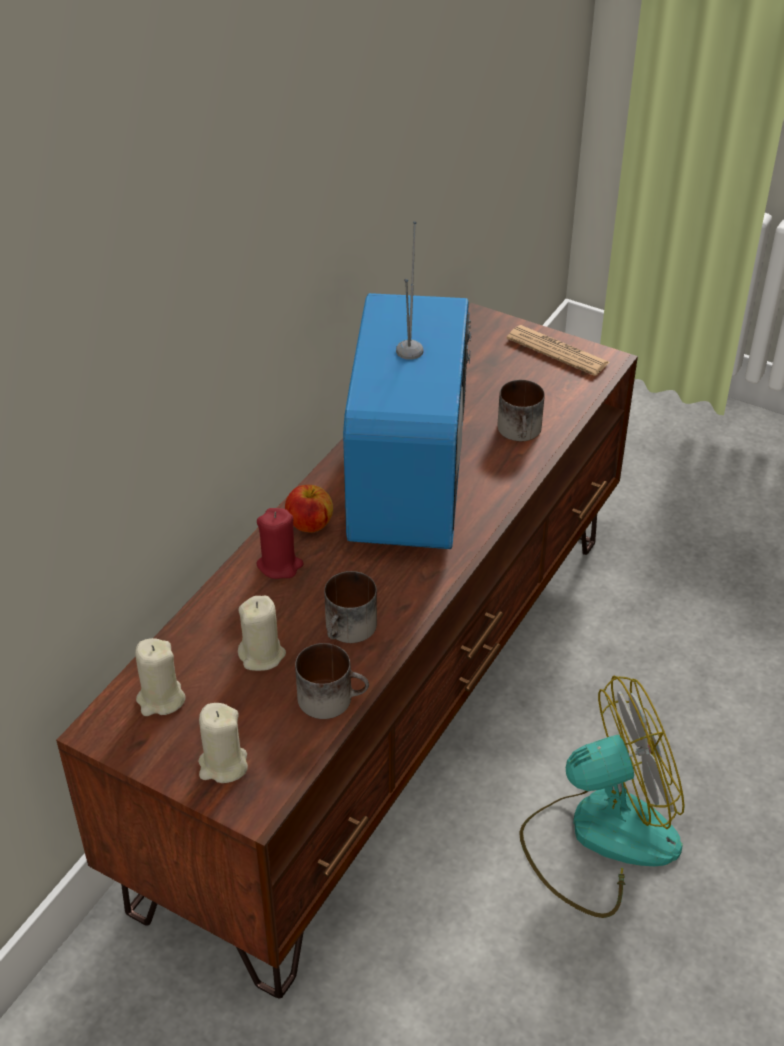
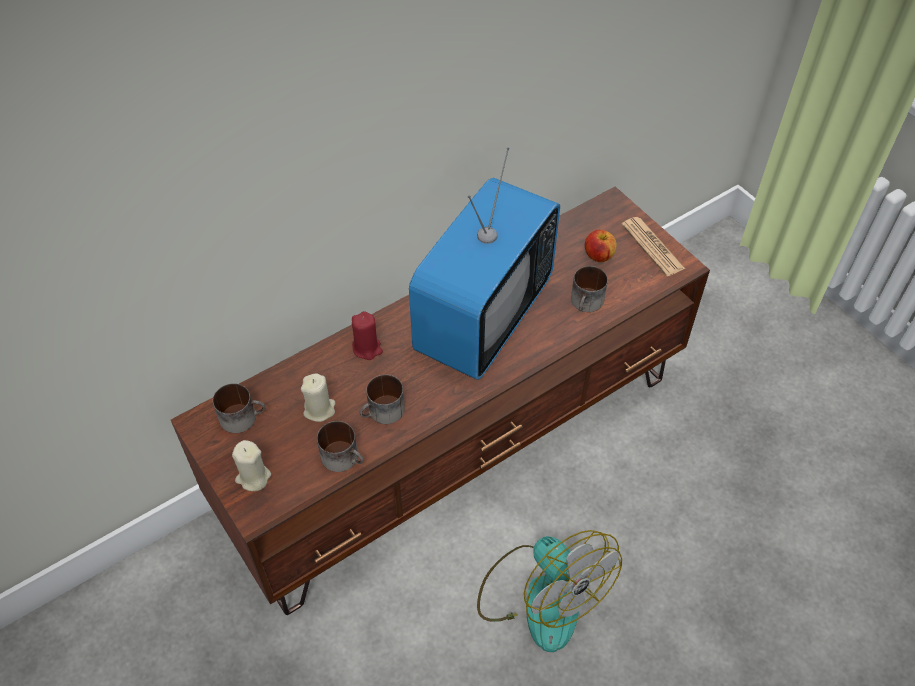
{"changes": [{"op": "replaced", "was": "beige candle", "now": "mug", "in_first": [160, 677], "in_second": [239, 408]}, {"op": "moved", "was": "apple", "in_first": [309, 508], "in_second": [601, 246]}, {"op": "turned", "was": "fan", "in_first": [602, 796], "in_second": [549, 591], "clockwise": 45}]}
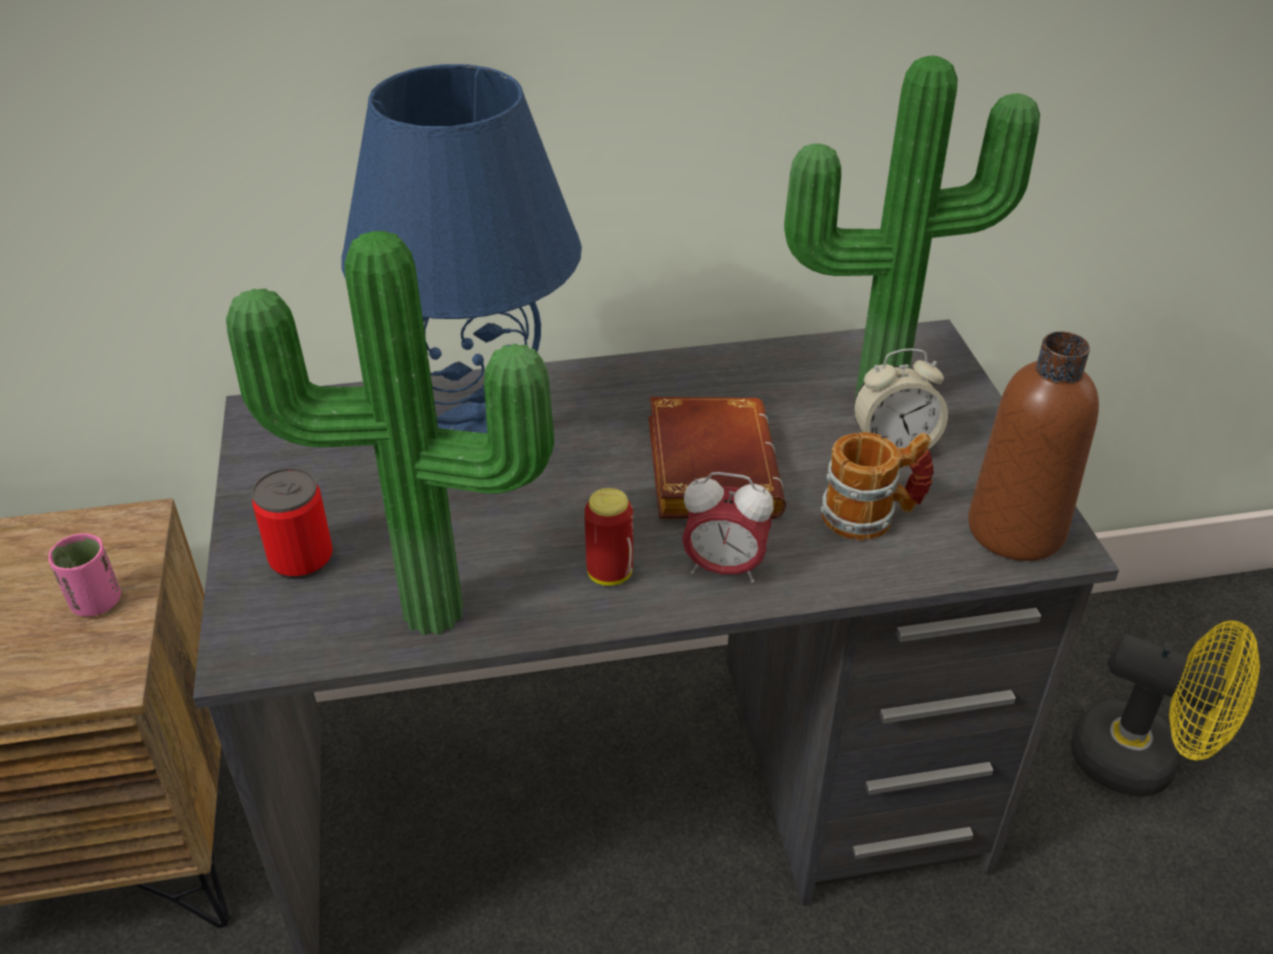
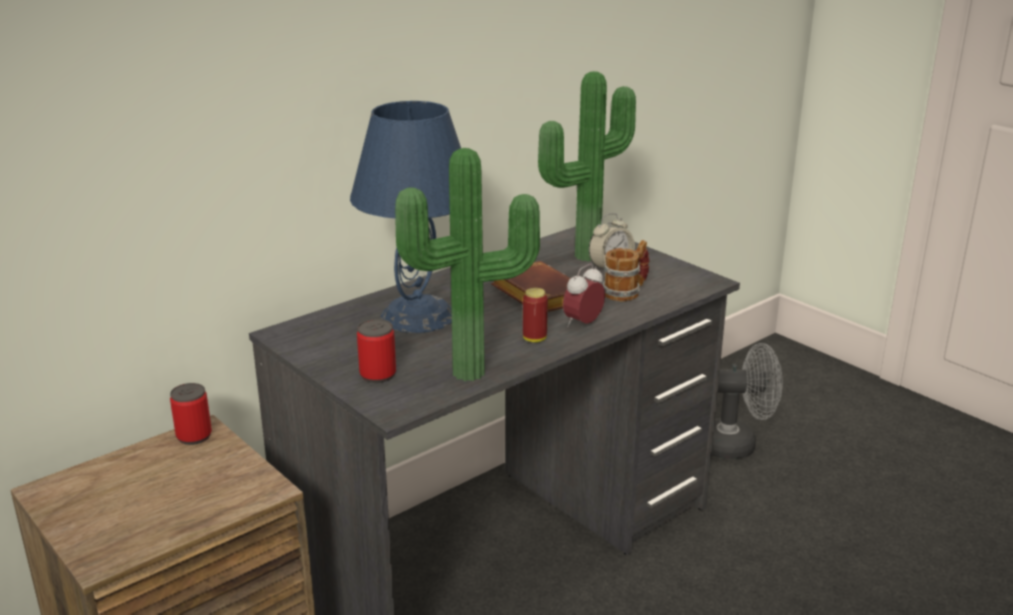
{"changes": [{"op": "removed", "was": "pink cup", "in_first": [84, 575]}, {"op": "turned", "was": "alarm clock", "in_first": [728, 527], "in_second": [584, 295], "clockwise": 150}, {"op": "removed", "was": "brown bottle", "in_first": [1033, 446]}, {"op": "recoloured", "was": "yellow fan", "now": "grey fan", "in_first": [1165, 708], "in_second": [746, 401]}, {"op": "added", "now": "can", "in_second": [191, 414]}]}
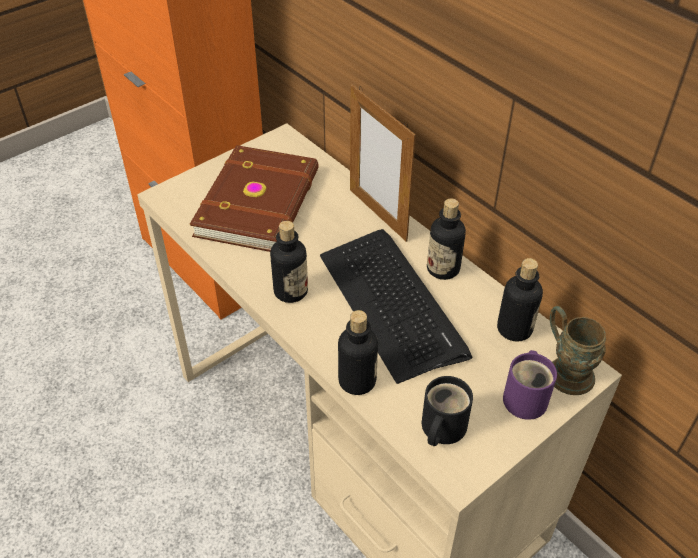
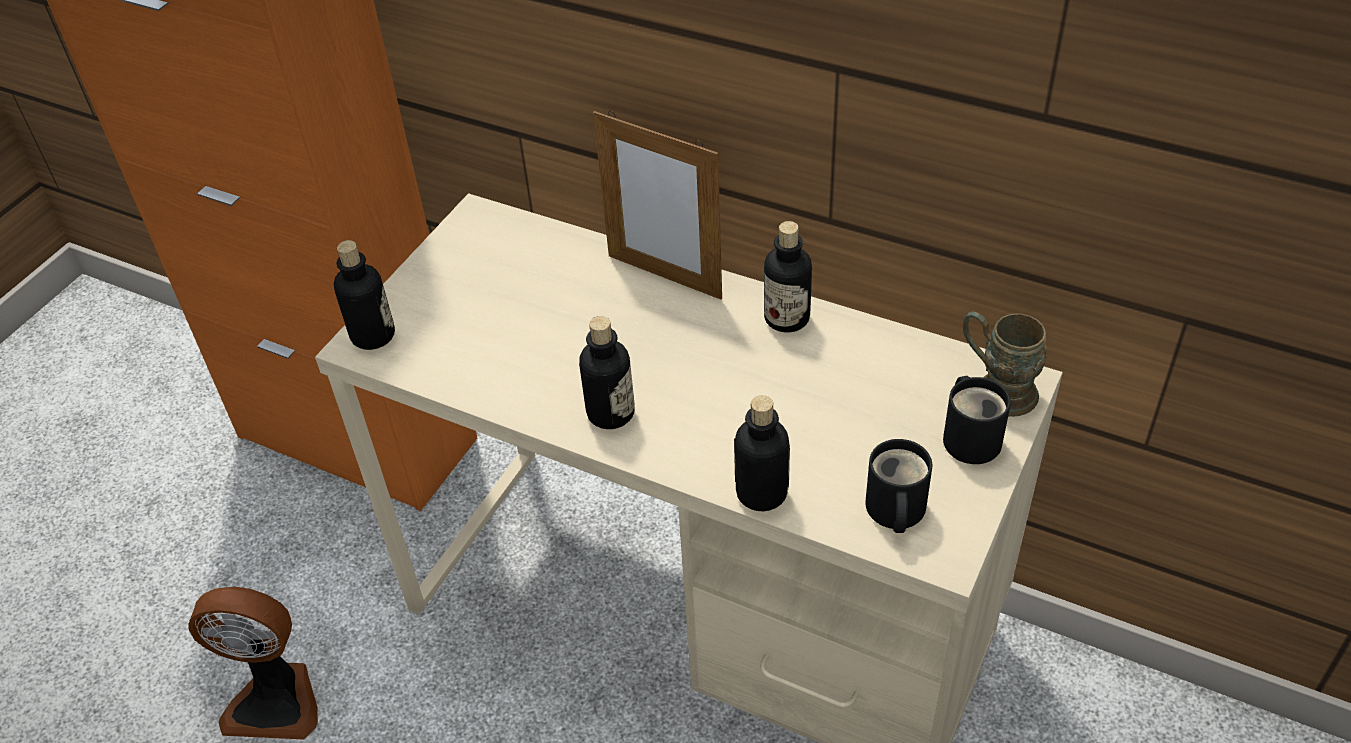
{"changes": [{"op": "removed", "was": "brown book", "in_first": [254, 198]}, {"op": "removed", "was": "keyboard", "in_first": [396, 306]}, {"op": "moved", "was": "bottle", "in_first": [520, 300], "in_second": [364, 295]}, {"op": "recoloured", "was": "purple mug", "now": "black mug", "in_first": [530, 385], "in_second": [977, 420]}, {"op": "added", "now": "fan", "in_second": [253, 663]}]}
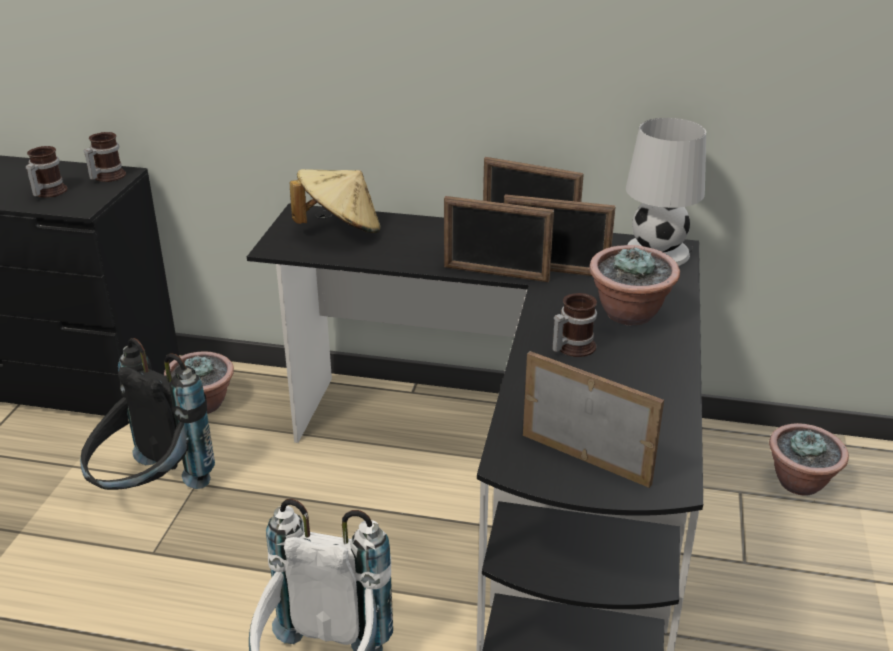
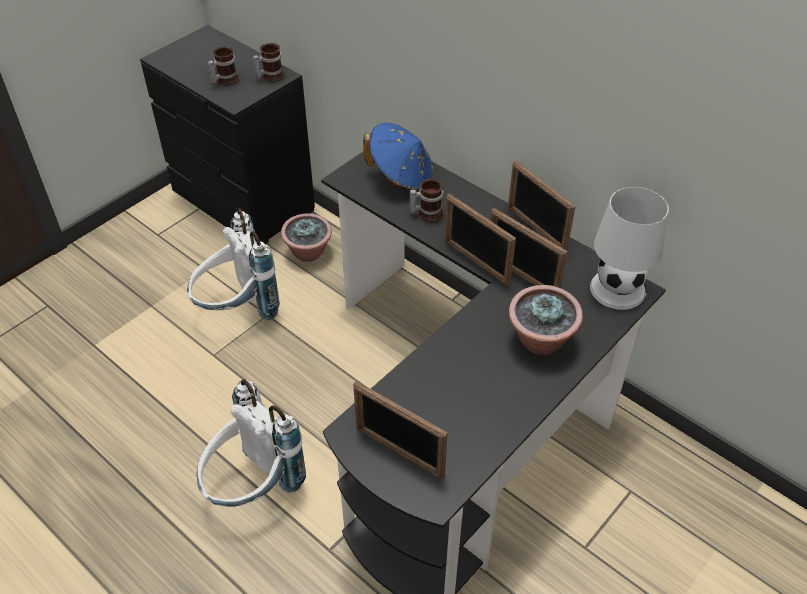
{"changes": [{"op": "recoloured", "was": "black backpack", "now": "white backpack", "in_first": [147, 414], "in_second": [233, 264]}, {"op": "recoloured", "was": "beige hat", "now": "blue hat", "in_first": [335, 201], "in_second": [398, 157]}, {"op": "turned", "was": "picture frame", "in_first": [593, 419], "in_second": [400, 430], "clockwise": 150}, {"op": "moved", "was": "mug", "in_first": [574, 325], "in_second": [427, 200]}, {"op": "removed", "was": "potted plant", "in_first": [809, 459]}]}
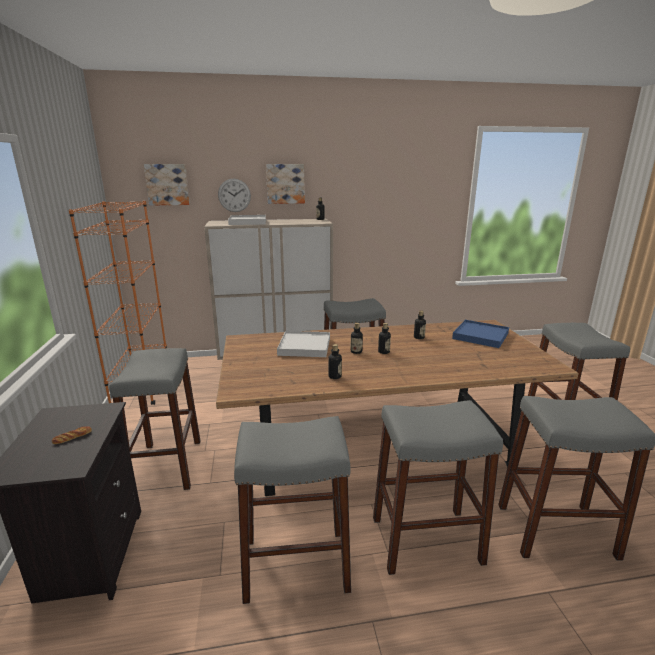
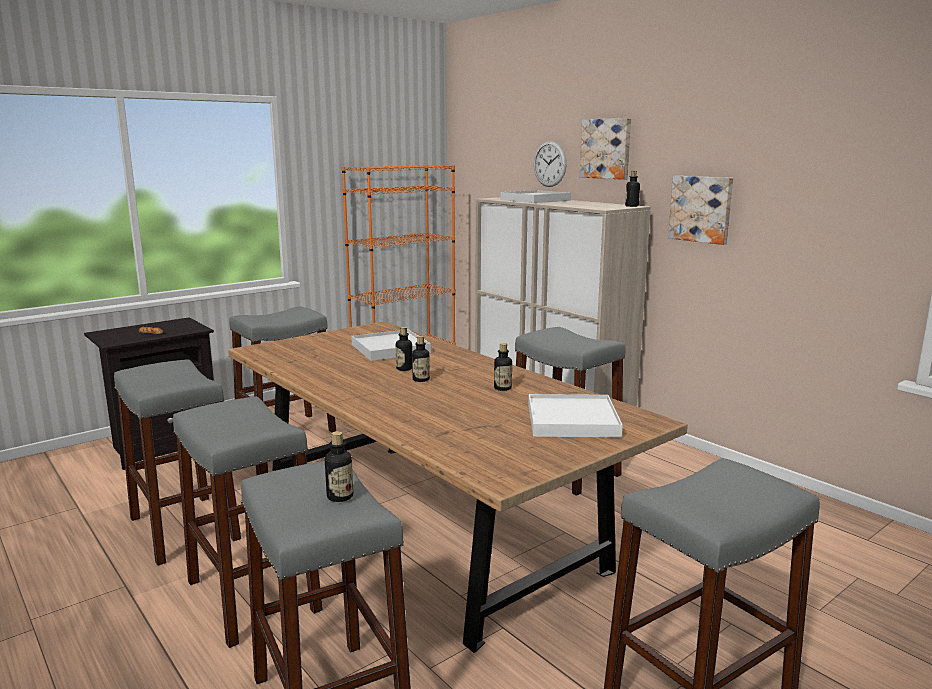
{"changes": [{"op": "moved", "was": "picture", "in_first": [166, 185], "in_second": [700, 210]}, {"op": "moved", "was": "bottle", "in_first": [335, 361], "in_second": [339, 466]}, {"op": "recoloured", "was": "blue tray", "now": "white tray", "in_first": [480, 334], "in_second": [575, 416]}]}
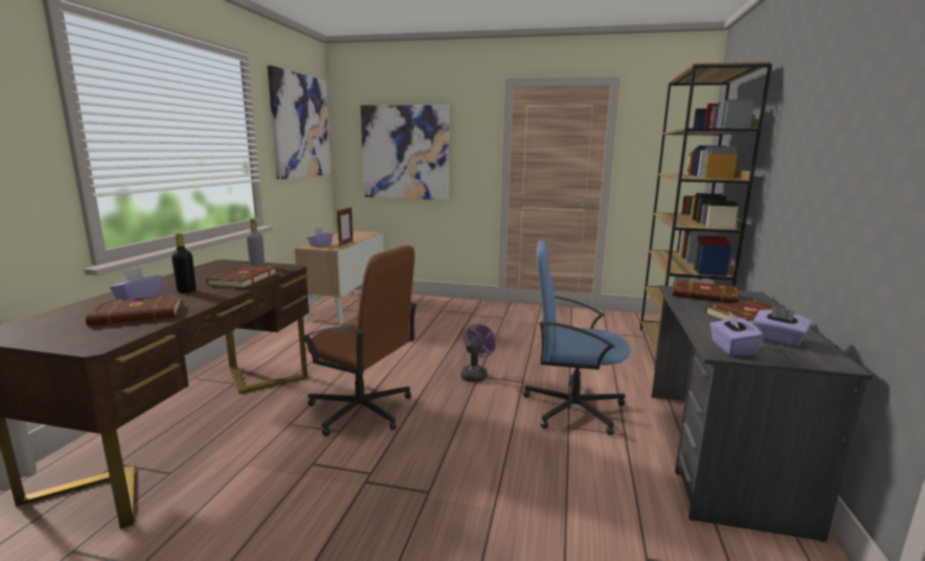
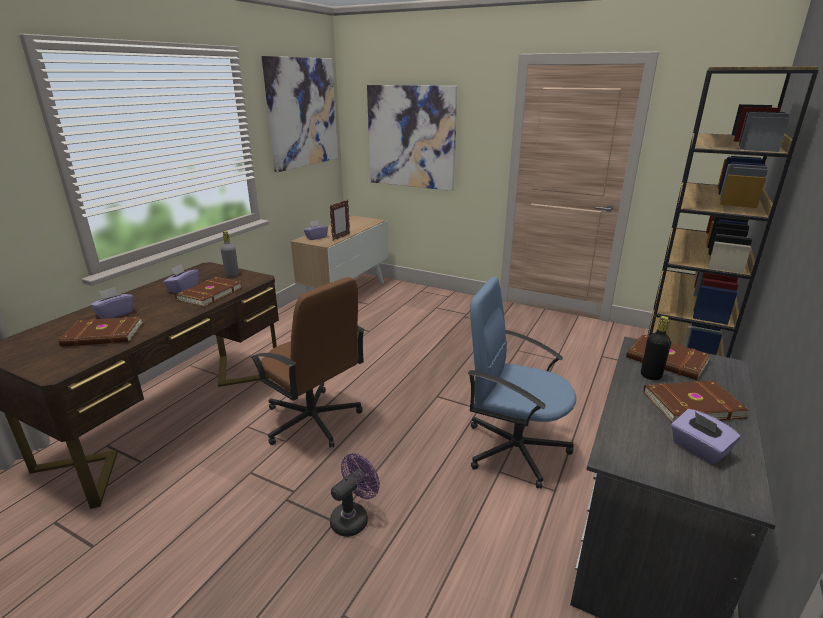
{"changes": [{"op": "moved", "was": "black bottle", "in_first": [184, 263], "in_second": [656, 348]}, {"op": "moved", "was": "purple fan", "in_first": [478, 353], "in_second": [355, 495]}, {"op": "moved", "was": "purple tissue box", "in_first": [736, 334], "in_second": [181, 278]}]}
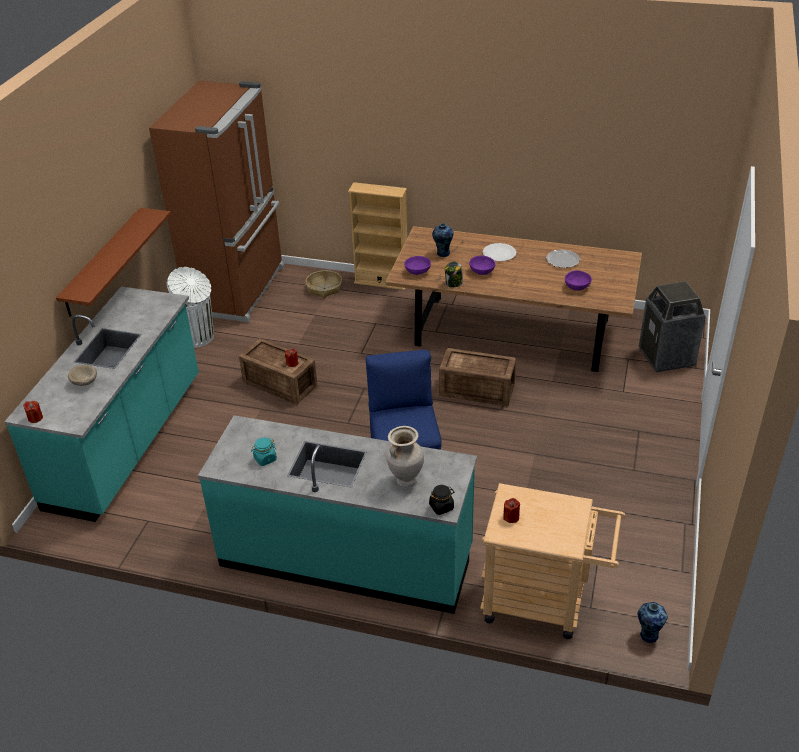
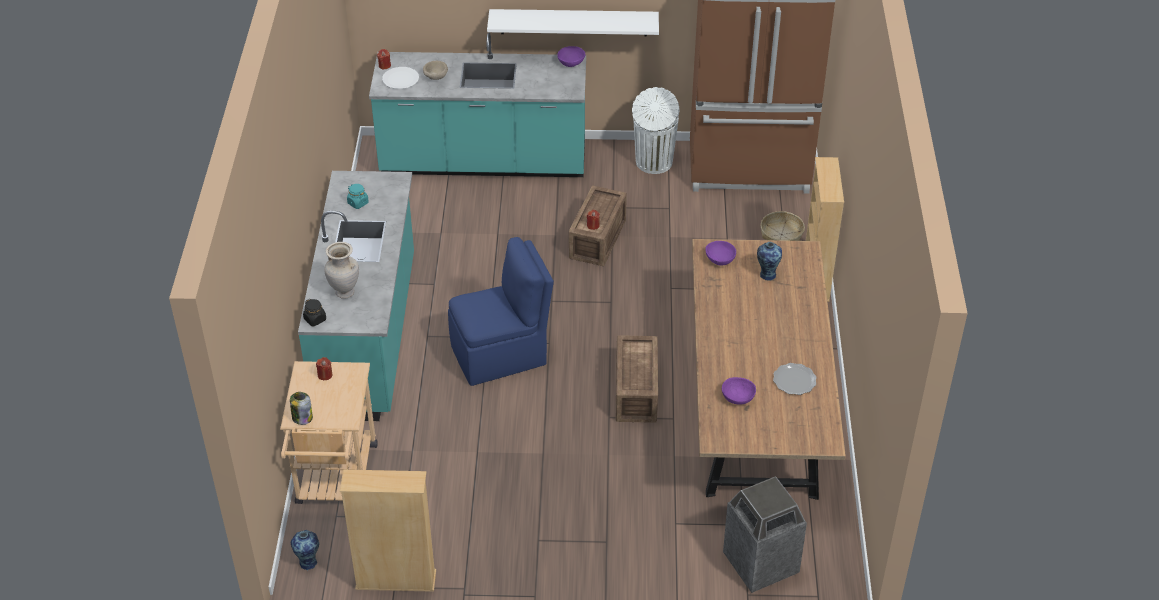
{"changes": [{"op": "recoloured", "was": "brown shelf", "now": "white shelf", "in_first": [113, 262], "in_second": [573, 22]}, {"op": "moved", "was": "jar", "in_first": [454, 275], "in_second": [301, 408]}, {"op": "moved", "was": "purple bowl", "in_first": [482, 265], "in_second": [571, 56]}, {"op": "moved", "was": "white plate", "in_first": [499, 252], "in_second": [400, 78]}, {"op": "added", "now": "beige bookcase", "in_second": [388, 531]}]}
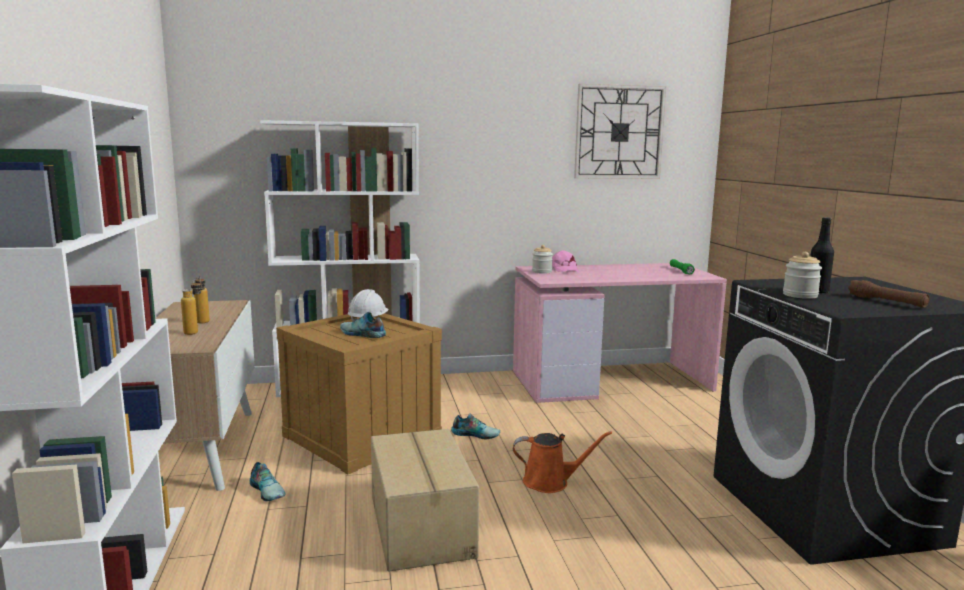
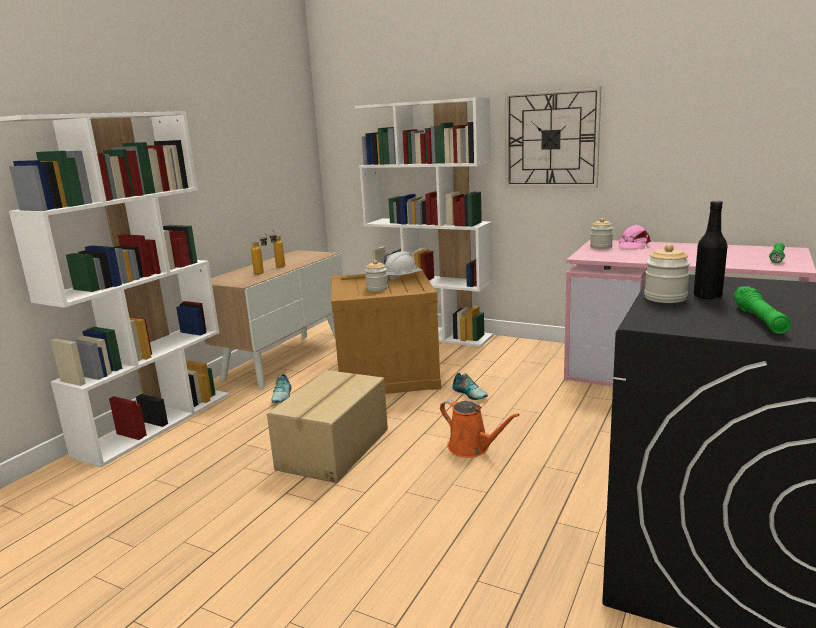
{"changes": [{"op": "replaced", "was": "shoe", "now": "jar", "in_first": [363, 325], "in_second": [376, 275]}, {"op": "moved", "was": "wall clock", "in_first": [620, 131], "in_second": [553, 137]}, {"op": "recoloured", "was": "brown flashlight", "now": "green flashlight", "in_first": [889, 293], "in_second": [762, 310]}]}
